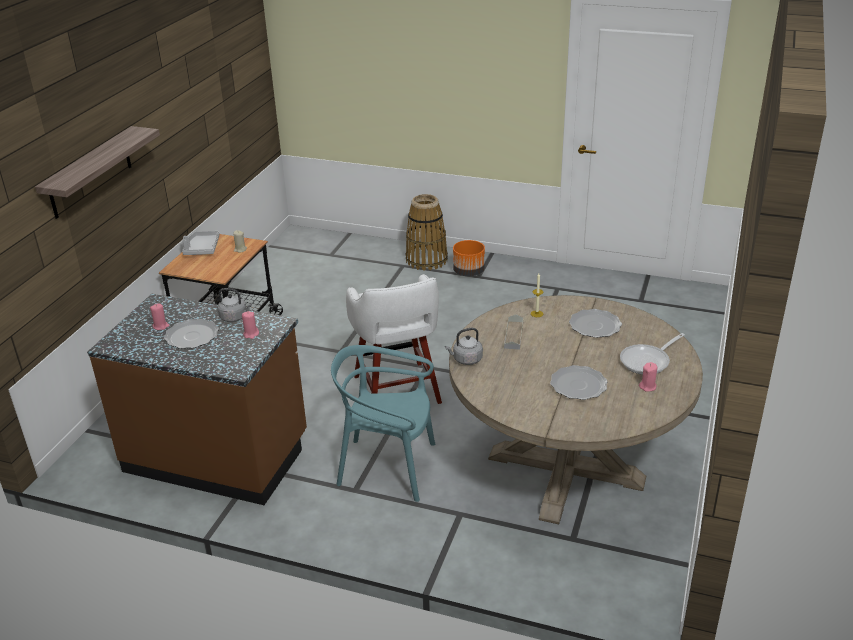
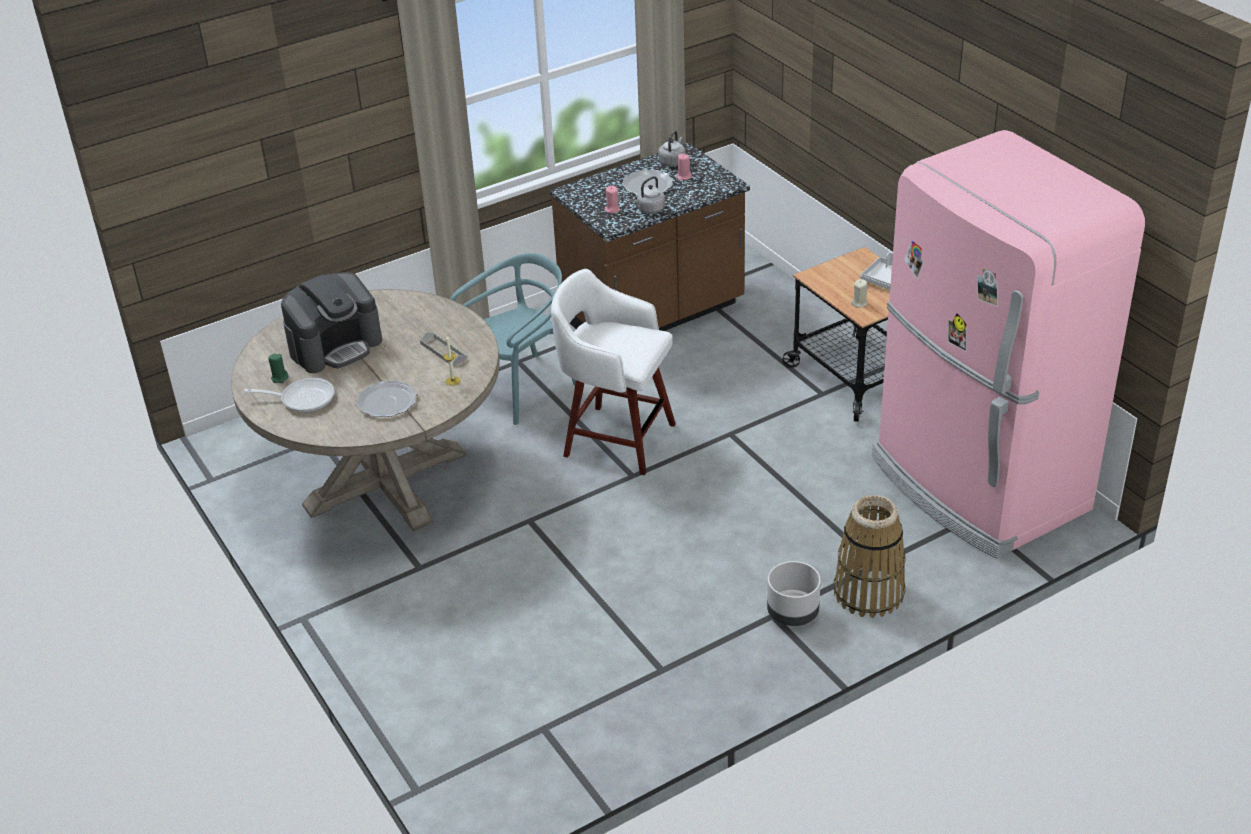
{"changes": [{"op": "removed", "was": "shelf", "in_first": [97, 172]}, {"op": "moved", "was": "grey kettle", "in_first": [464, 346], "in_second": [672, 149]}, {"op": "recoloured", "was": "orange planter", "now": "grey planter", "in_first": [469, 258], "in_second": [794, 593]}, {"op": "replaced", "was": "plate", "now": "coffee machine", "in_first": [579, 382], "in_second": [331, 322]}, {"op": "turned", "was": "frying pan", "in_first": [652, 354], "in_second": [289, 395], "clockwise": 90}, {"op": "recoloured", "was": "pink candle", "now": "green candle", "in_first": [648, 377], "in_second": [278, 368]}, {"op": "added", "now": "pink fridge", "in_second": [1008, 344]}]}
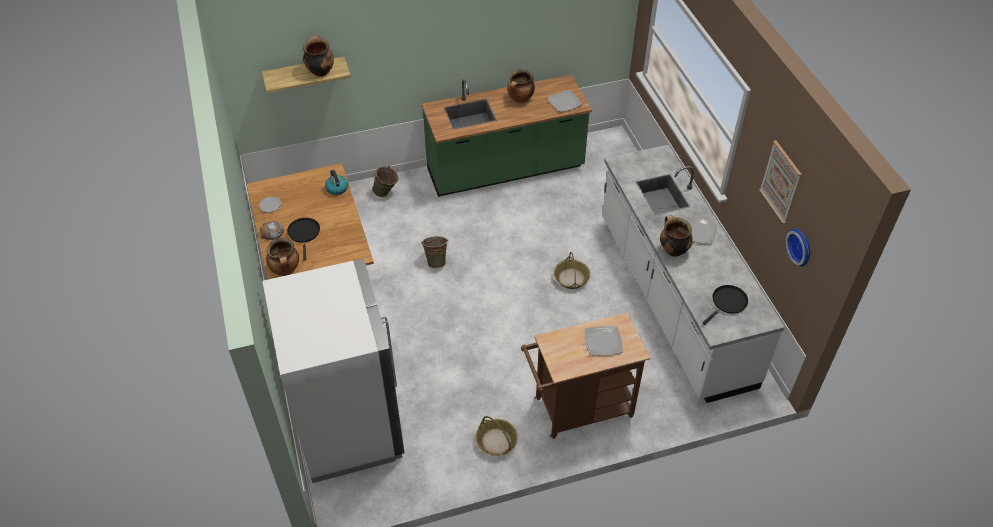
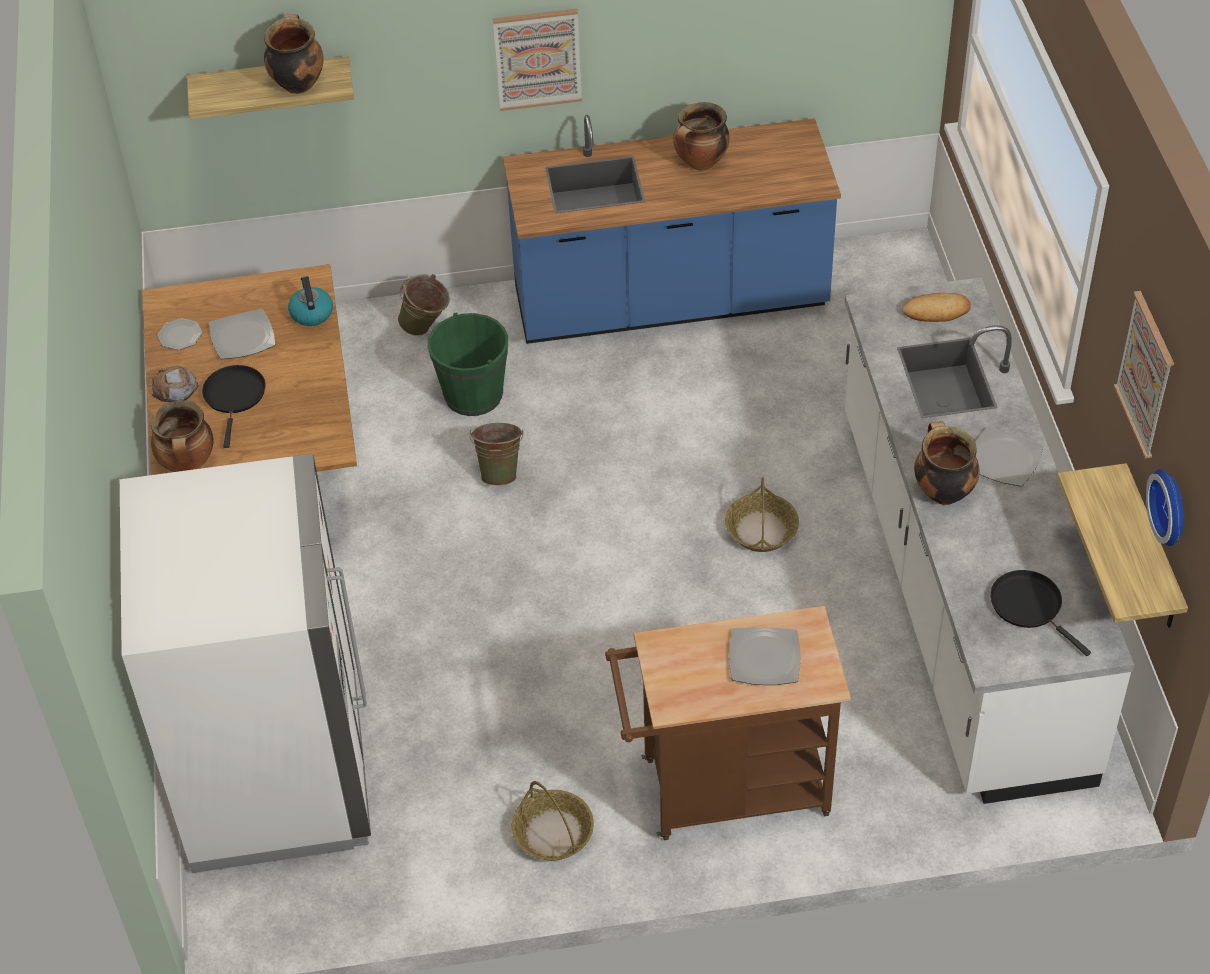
{"changes": [{"op": "recoloured", "was": "green counter", "now": "blue counter", "in_first": [506, 136], "in_second": [672, 229]}, {"op": "moved", "was": "plate", "in_first": [564, 101], "in_second": [242, 334]}, {"op": "turned", "was": "black frying pan", "in_first": [725, 305], "in_second": [1040, 613], "clockwise": -90}, {"op": "added", "now": "green bucket", "in_second": [468, 364]}, {"op": "added", "now": "picture", "in_second": [537, 60]}, {"op": "added", "now": "bread", "in_second": [936, 307]}, {"op": "added", "now": "shelf", "in_second": [1122, 545]}]}
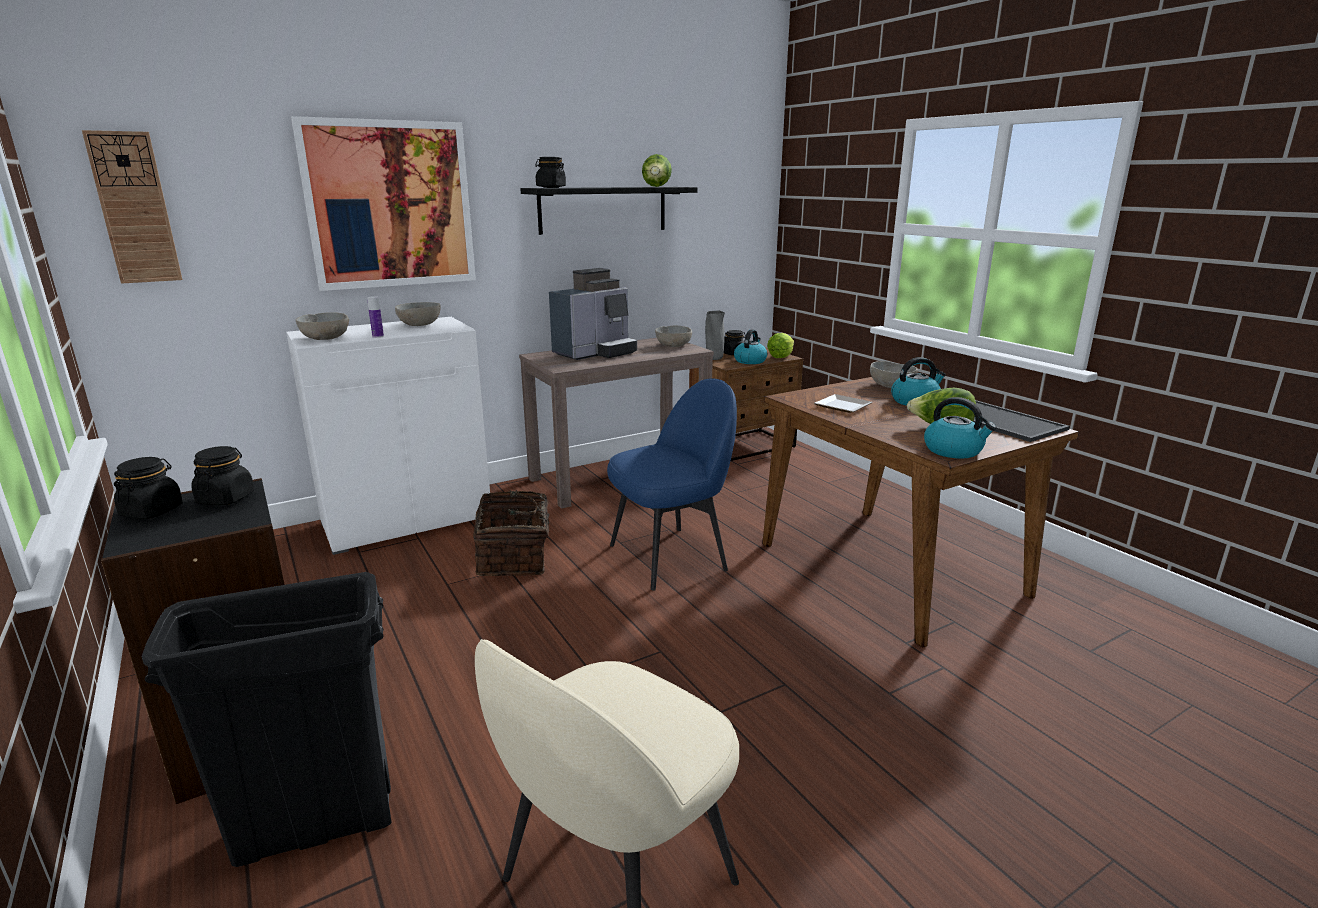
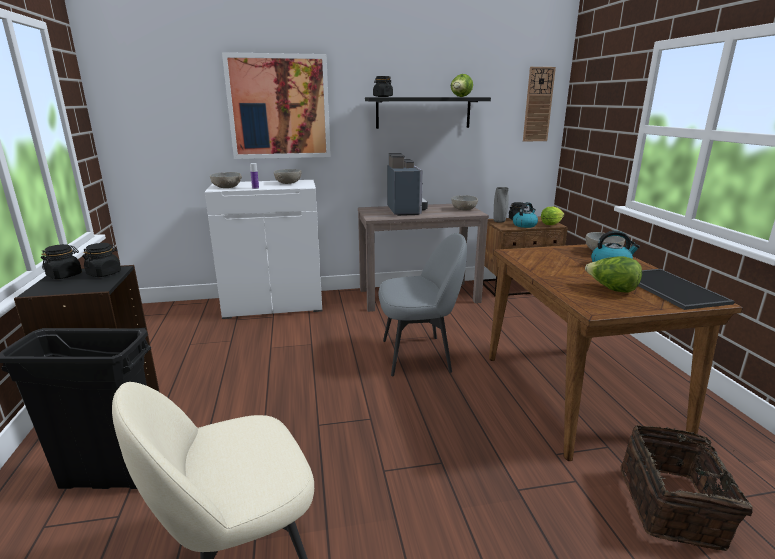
{"changes": [{"op": "moved", "was": "wall clock", "in_first": [132, 207], "in_second": [539, 104]}, {"op": "moved", "was": "basket", "in_first": [518, 533], "in_second": [686, 488]}, {"op": "turned", "was": "coffee machine", "in_first": [593, 314], "in_second": [407, 184], "clockwise": -75}, {"op": "recoloured", "was": "blue chair", "now": "grey chair", "in_first": [672, 484], "in_second": [422, 304]}, {"op": "removed", "was": "plate", "in_first": [843, 403]}, {"op": "removed", "was": "kettle", "in_first": [960, 428]}]}
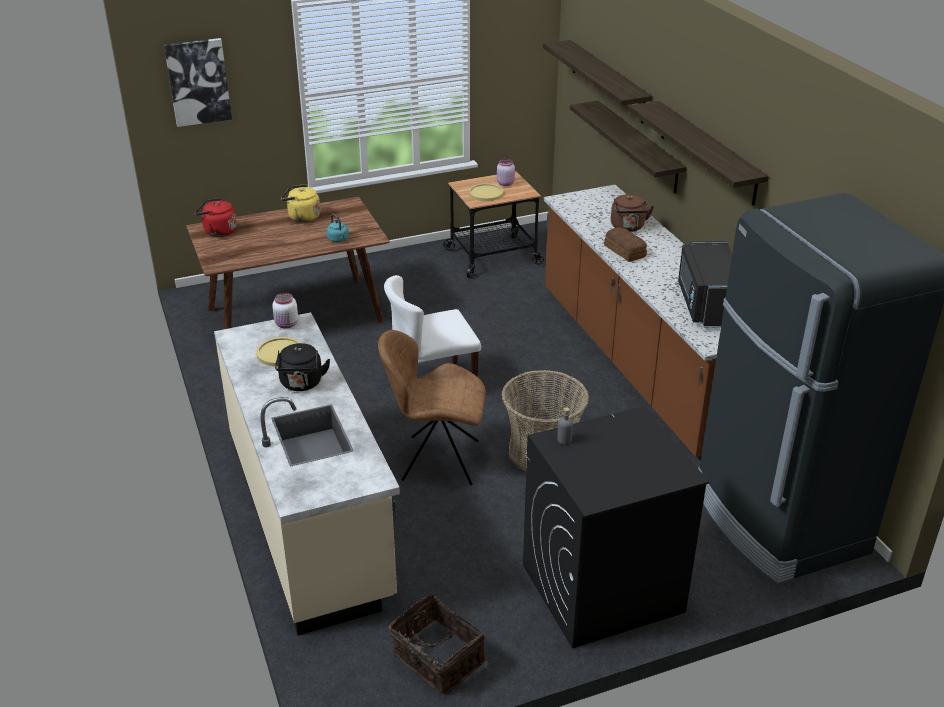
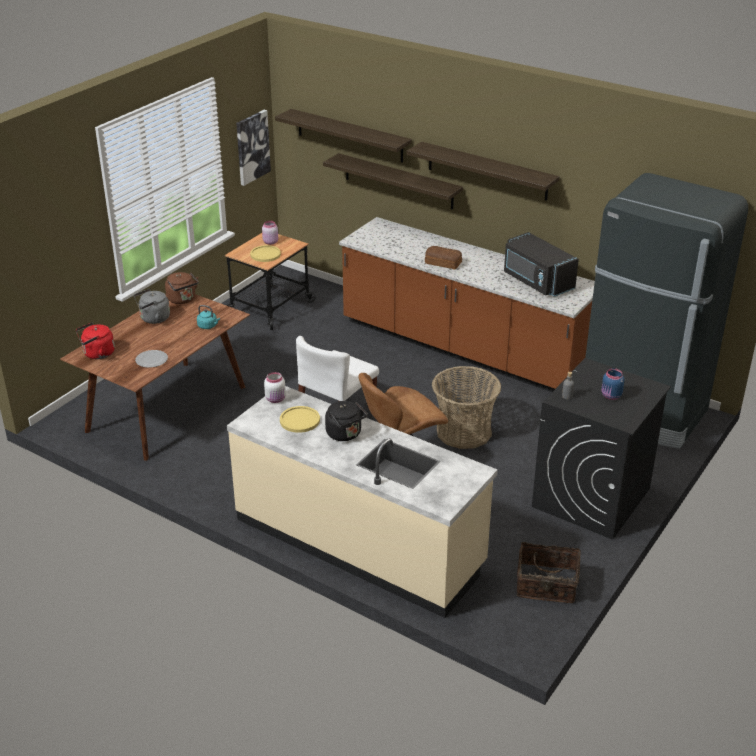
{"changes": [{"op": "moved", "was": "picture", "in_first": [198, 82], "in_second": [253, 148]}, {"op": "recoloured", "was": "yellow kettle", "now": "grey kettle", "in_first": [300, 203], "in_second": [152, 306]}, {"op": "moved", "was": "brown kettle", "in_first": [632, 213], "in_second": [182, 288]}, {"op": "added", "now": "plate", "in_second": [151, 359]}, {"op": "added", "now": "blue jar", "in_second": [613, 384]}]}
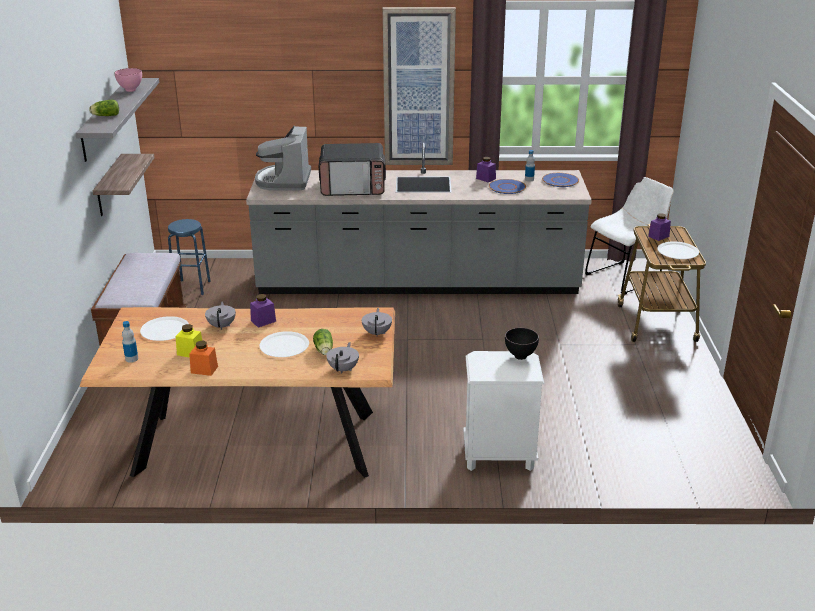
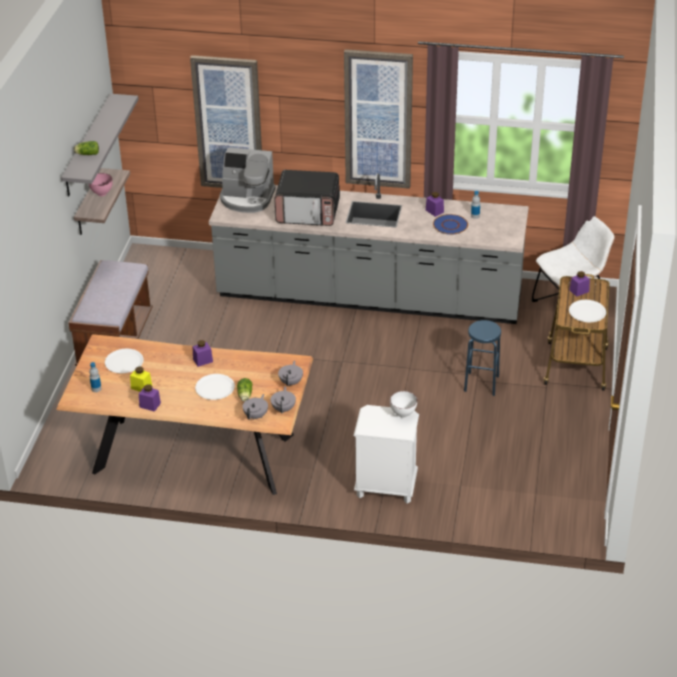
{"changes": [{"op": "moved", "was": "pink bowl", "in_first": [128, 80], "in_second": [101, 184]}, {"op": "moved", "was": "blue stool", "in_first": [189, 257], "in_second": [482, 358]}, {"op": "recoloured", "was": "orange jar", "now": "purple jar", "in_first": [203, 358], "in_second": [150, 398]}, {"op": "moved", "was": "grey teapot", "in_first": [220, 315], "in_second": [283, 399]}, {"op": "turned", "was": "coffee machine", "in_first": [283, 158], "in_second": [248, 180], "clockwise": -90}, {"op": "recoloured", "was": "black bowl", "now": "white bowl", "in_first": [522, 344], "in_second": [403, 404]}, {"op": "removed", "was": "blue plate", "in_first": [560, 180]}, {"op": "added", "now": "picture", "in_second": [226, 121]}]}
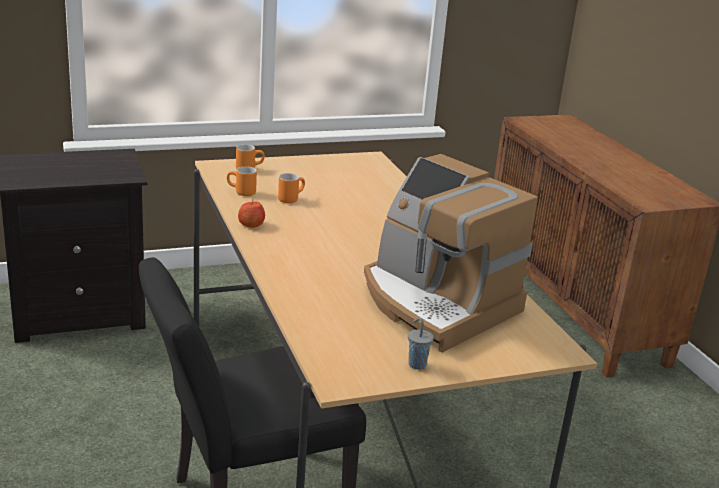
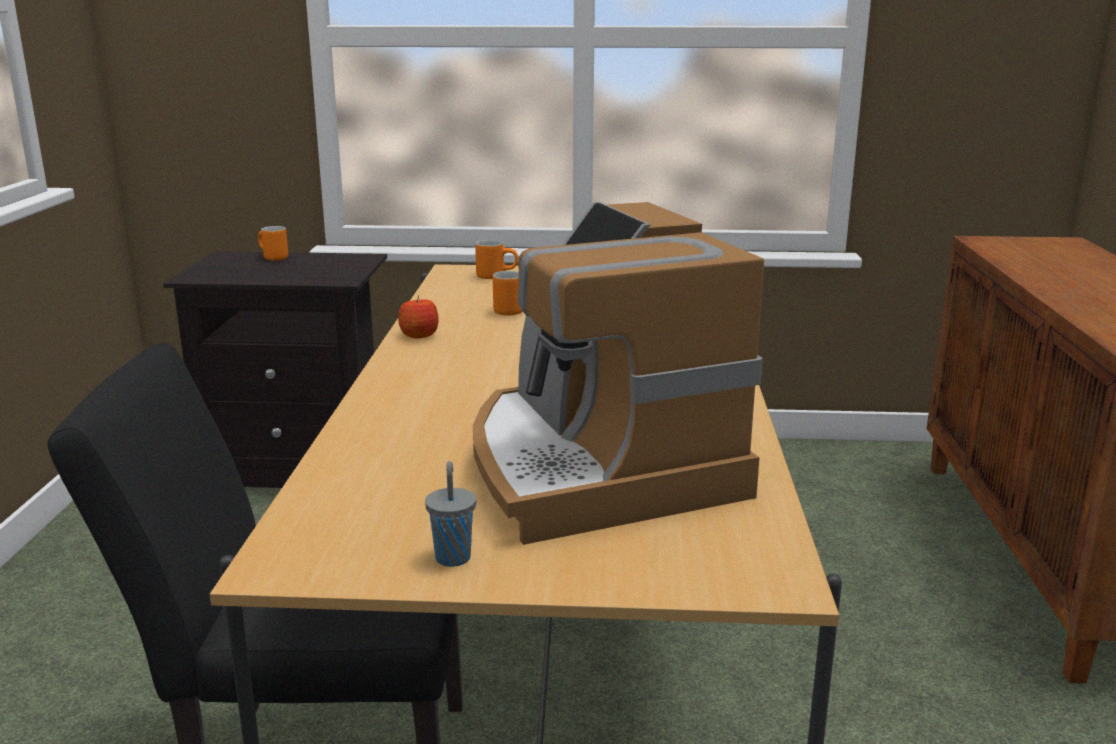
{"changes": [{"op": "moved", "was": "orange mug", "in_first": [242, 181], "in_second": [273, 243]}]}
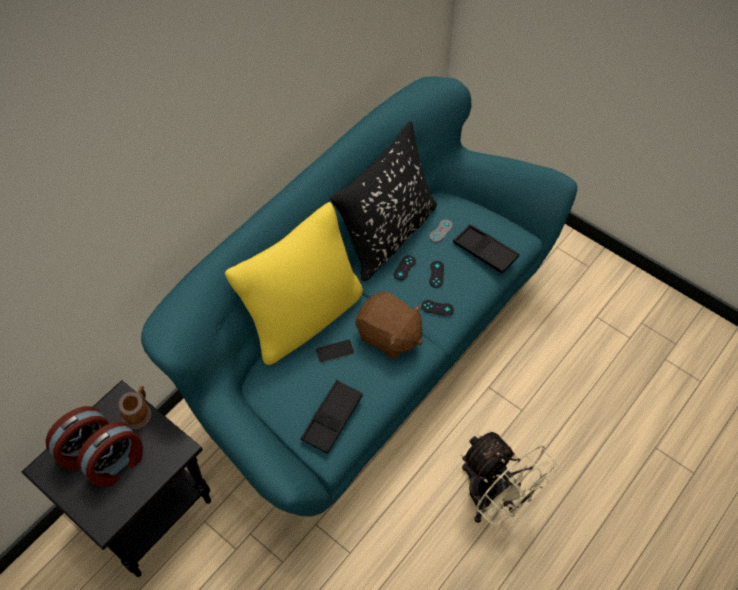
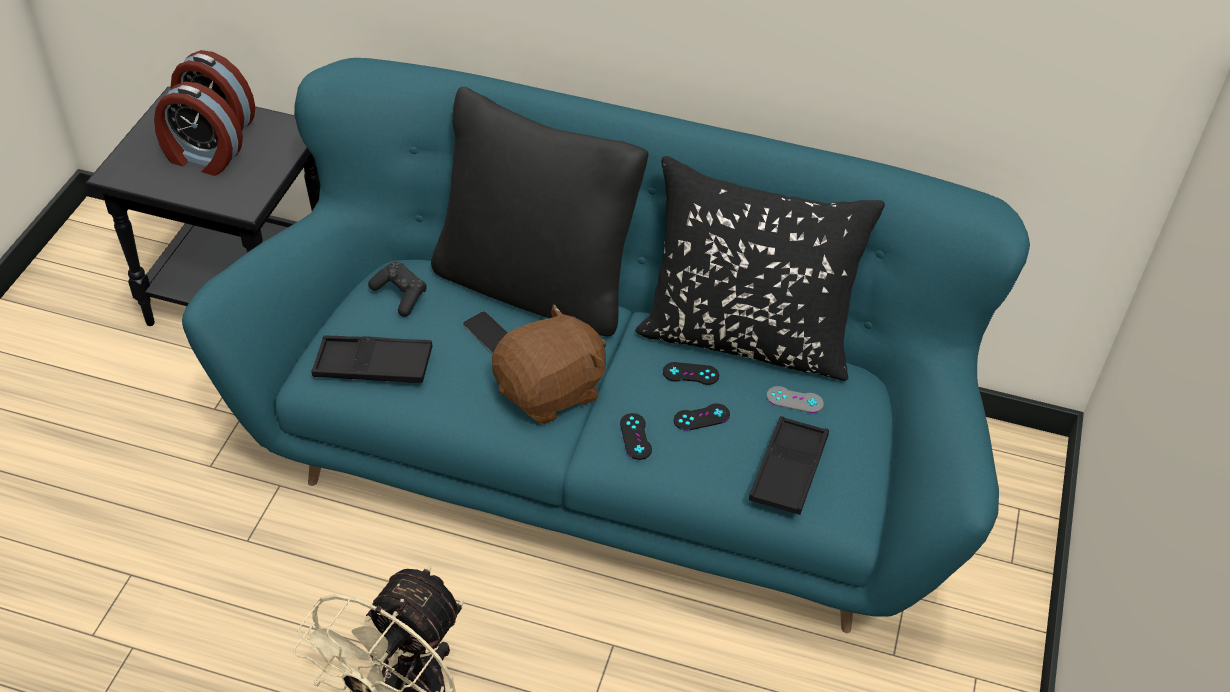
{"changes": [{"op": "removed", "was": "mug", "in_first": [135, 408]}, {"op": "recoloured", "was": "yellow pillow", "now": "black pillow", "in_first": [294, 283], "in_second": [540, 211]}, {"op": "turned", "was": "brown plush toy", "in_first": [389, 325], "in_second": [549, 364], "clockwise": -135}, {"op": "added", "now": "black game controller", "in_second": [397, 289]}]}
